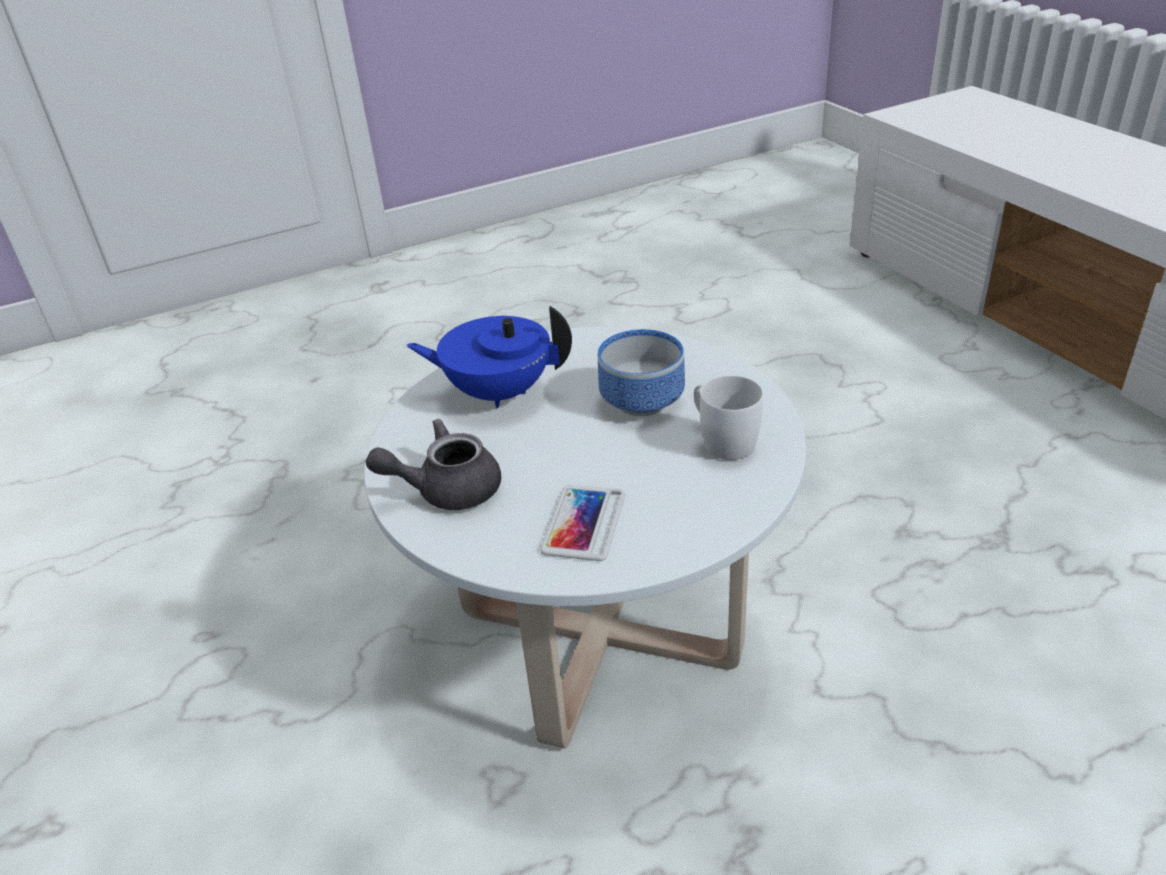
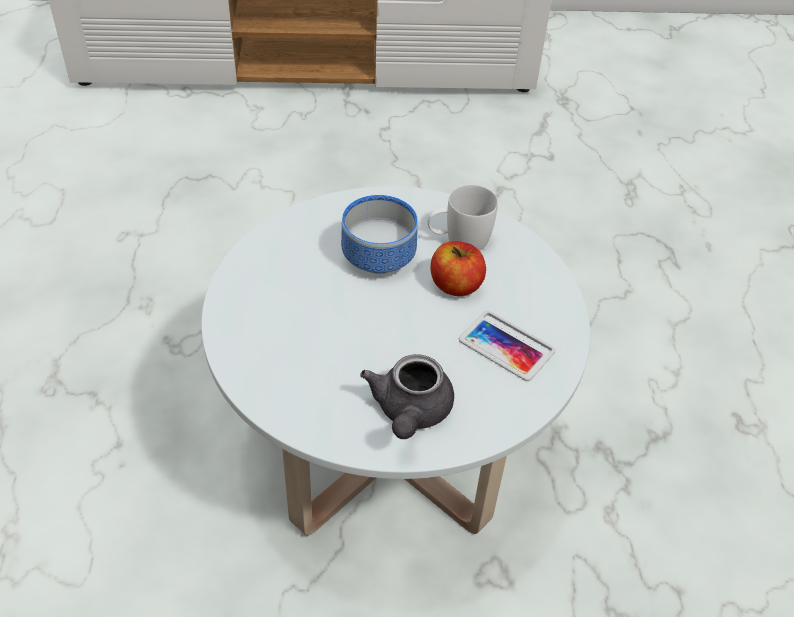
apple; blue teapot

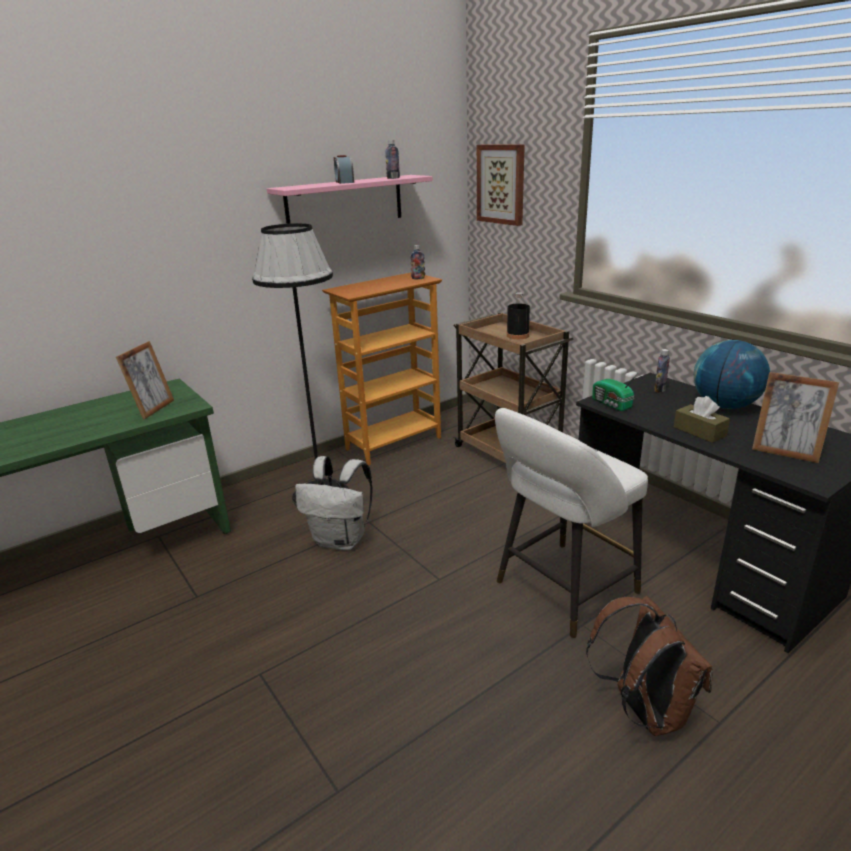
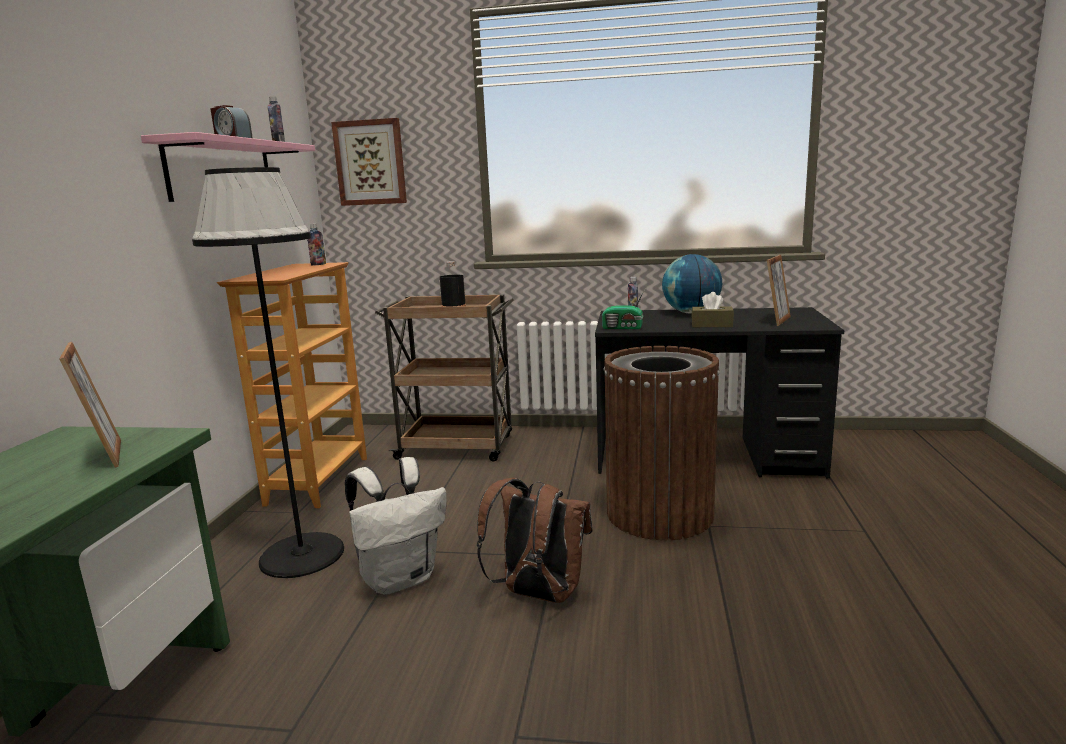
brown backpack; brown trash can; picture frame (no. 2 from left)

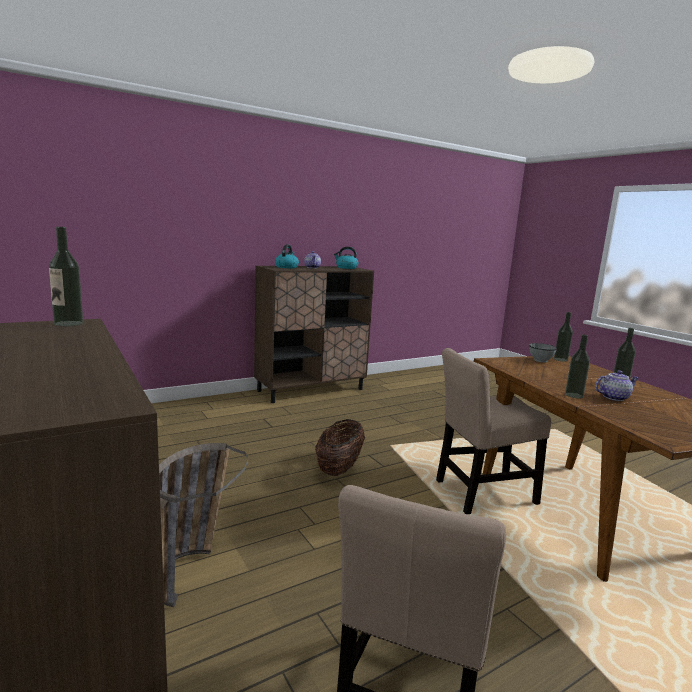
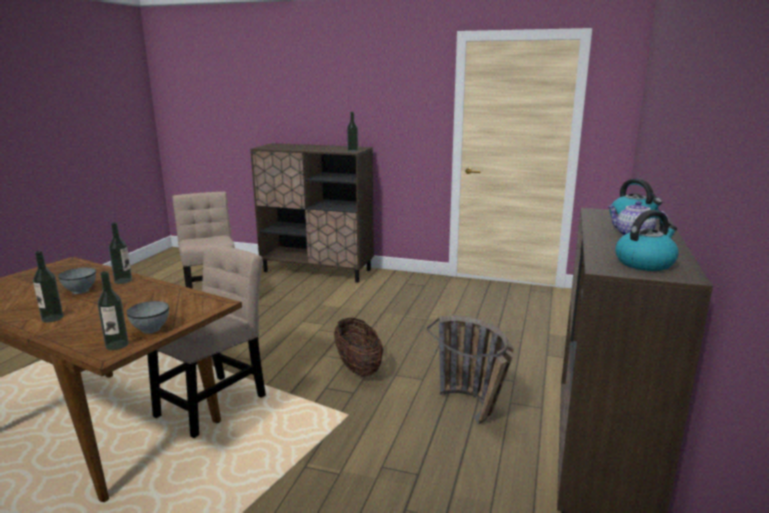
grey bowl (no. 1 from left); basket (no. 2 from left)

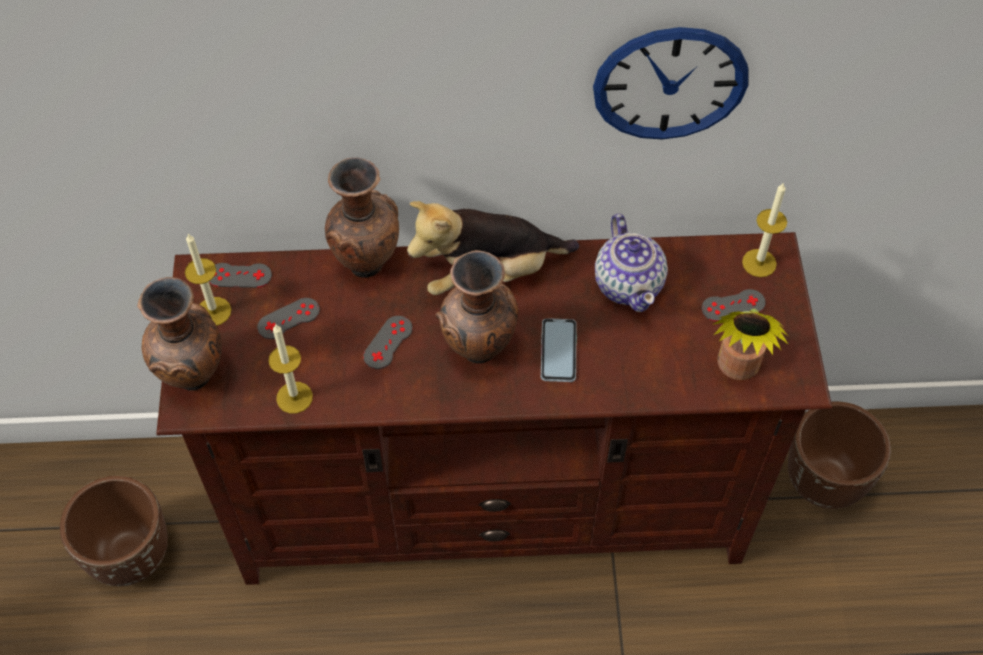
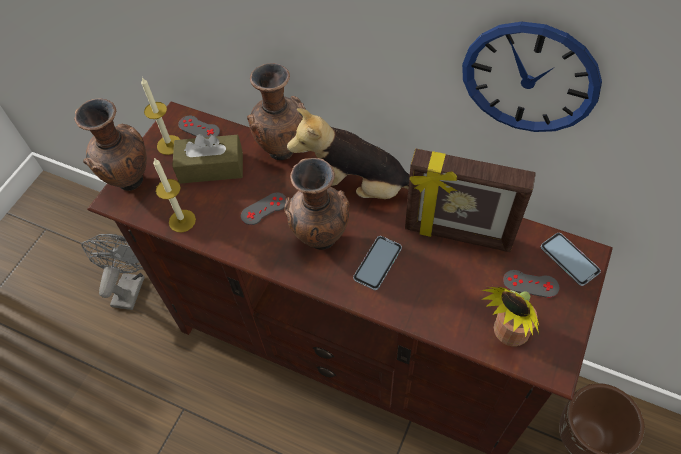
grey fan; brown tissue box; picture frame; phone (no. 2 from left)

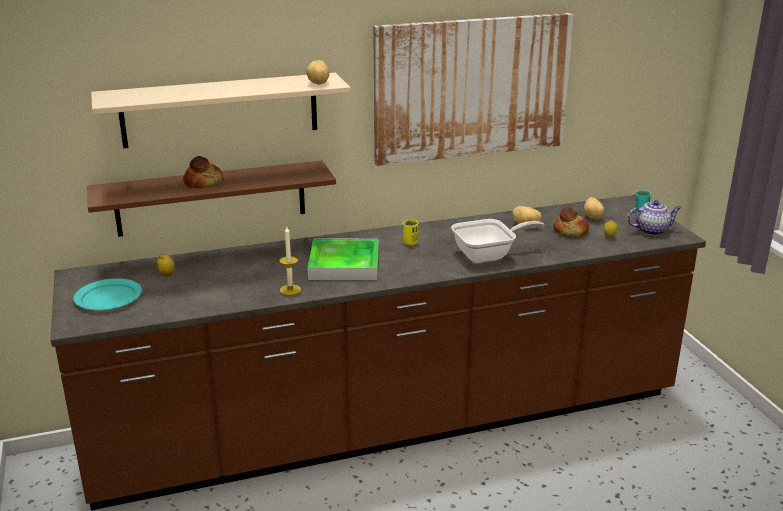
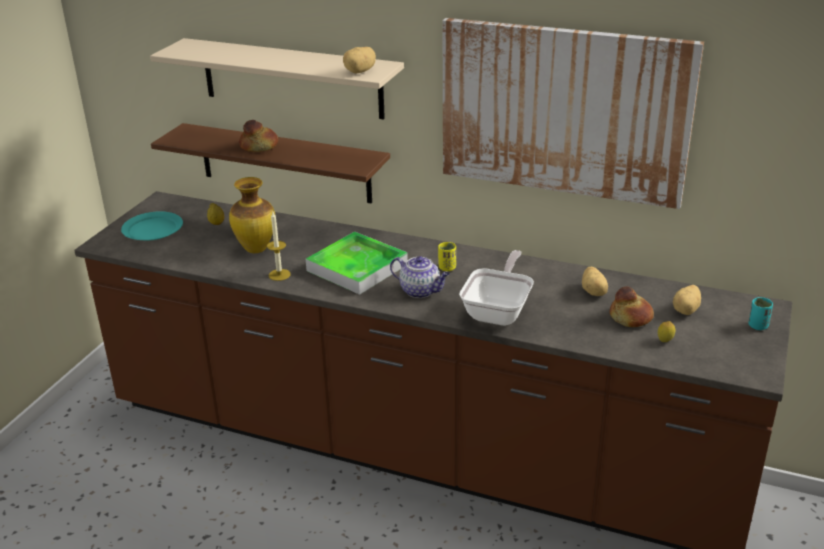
vase; teapot; frying pan

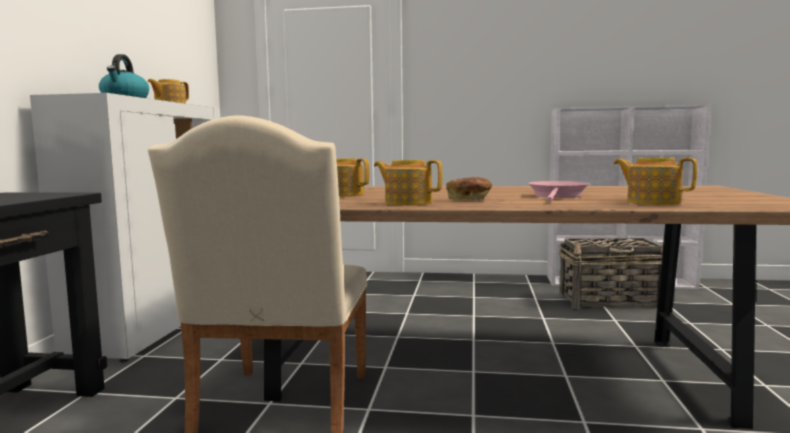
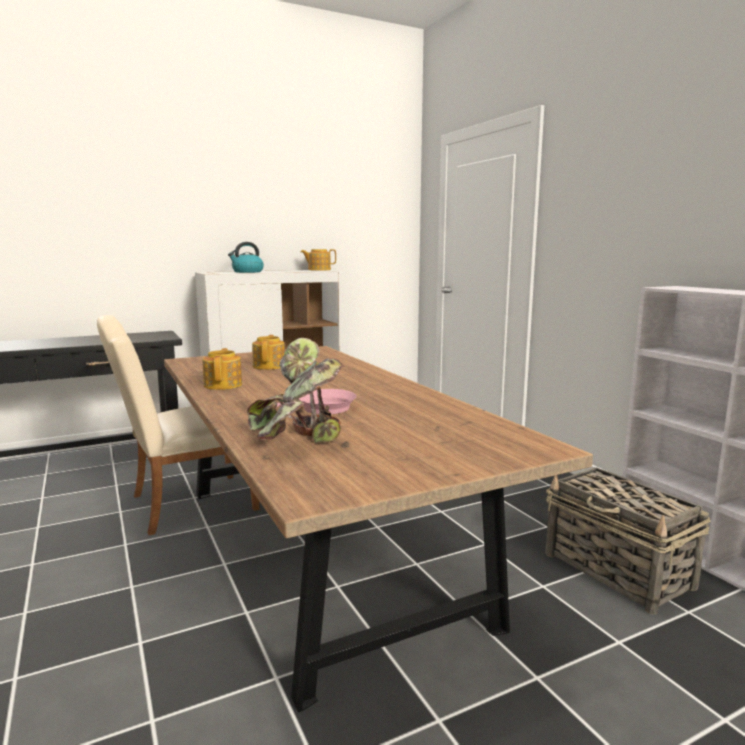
potted plant; bread

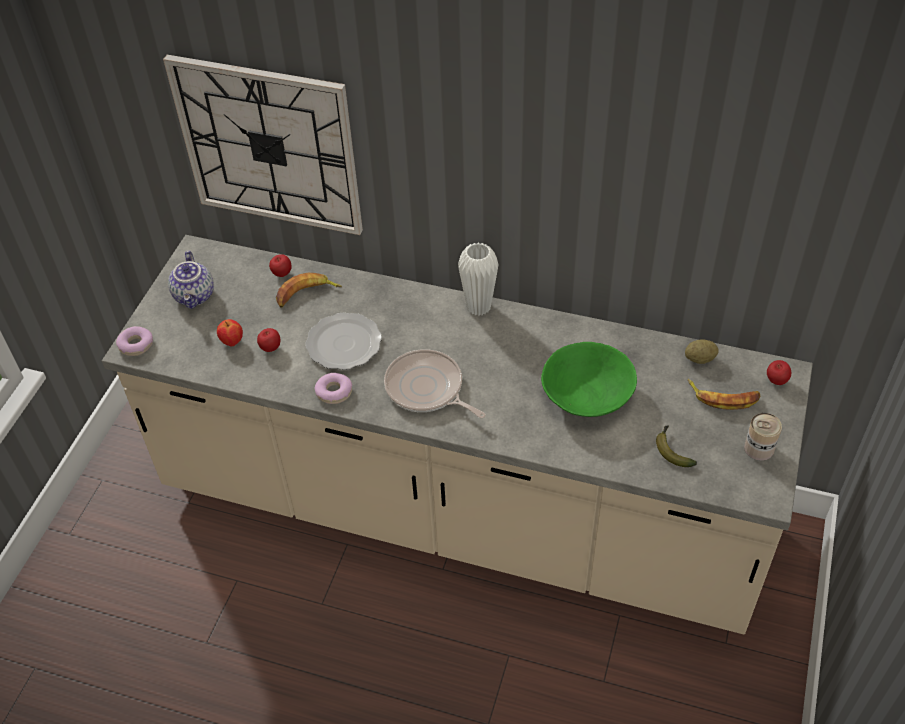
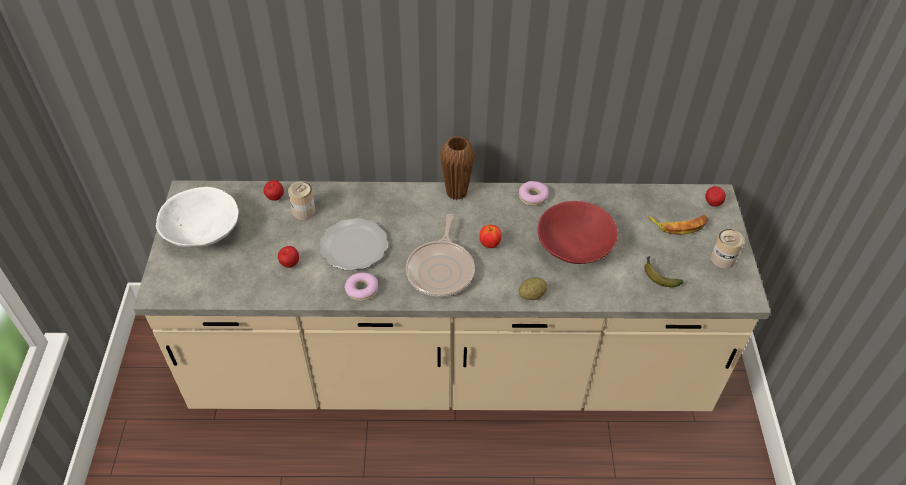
white bowl; can (no. 1 from left); frying pan; brown vase; apple (no. 3 from left); donut (no. 2 from left); potato; red bowl; wall clock

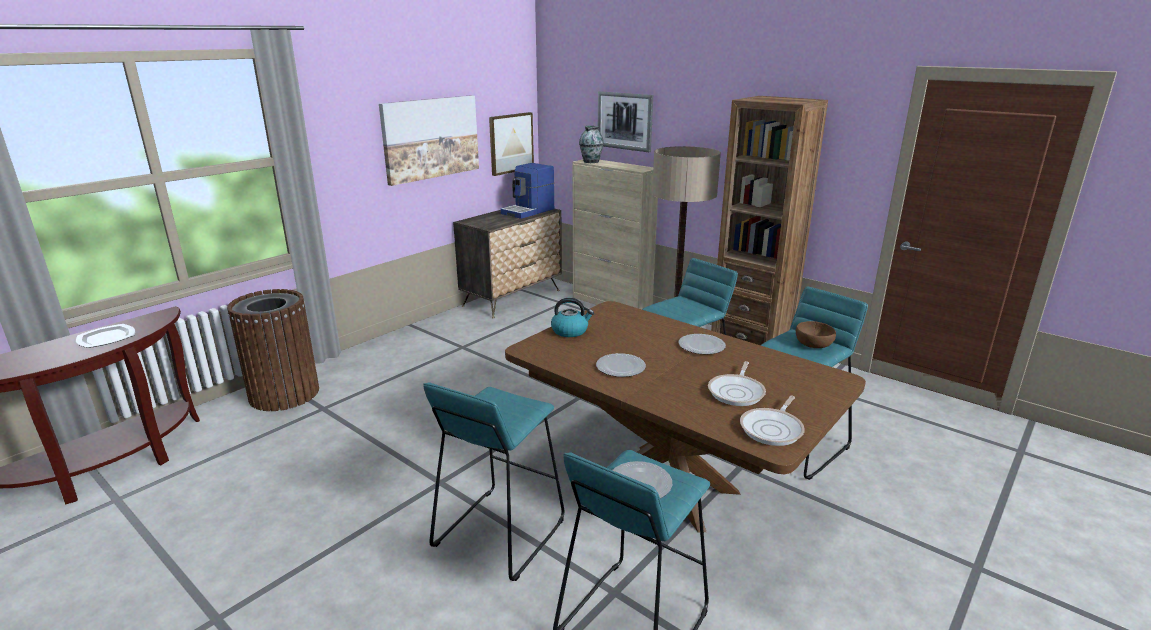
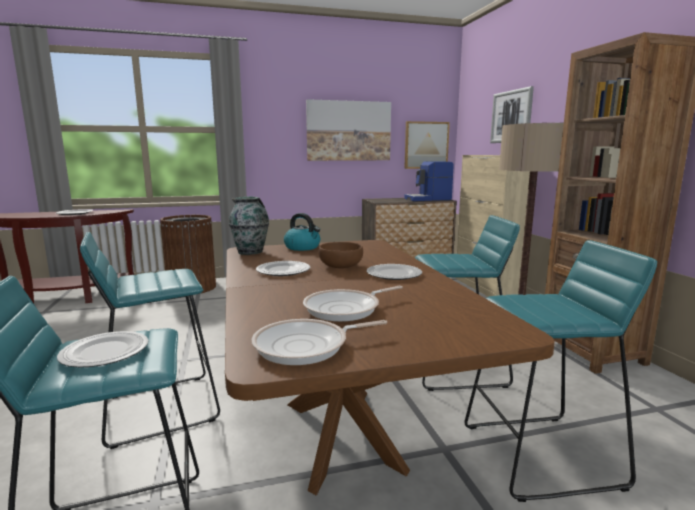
vase; brown bowl

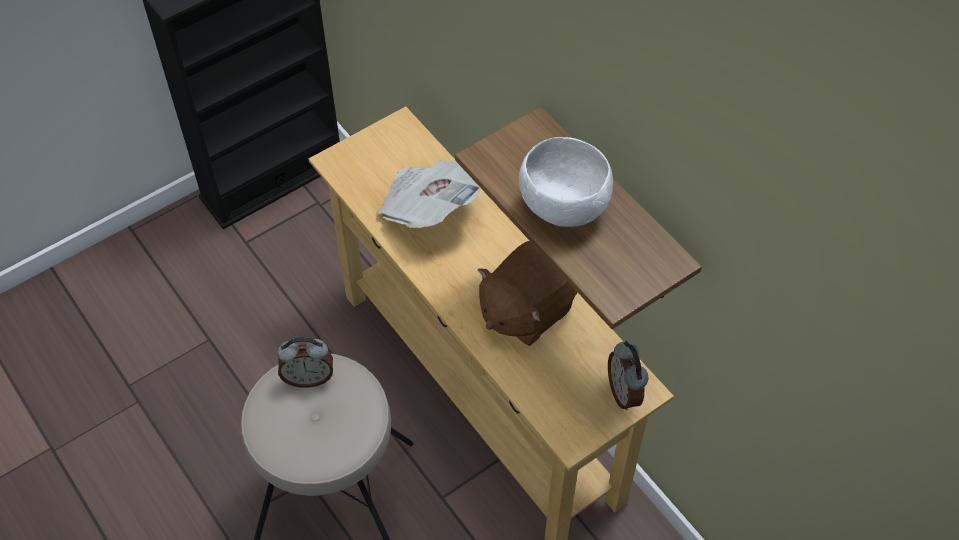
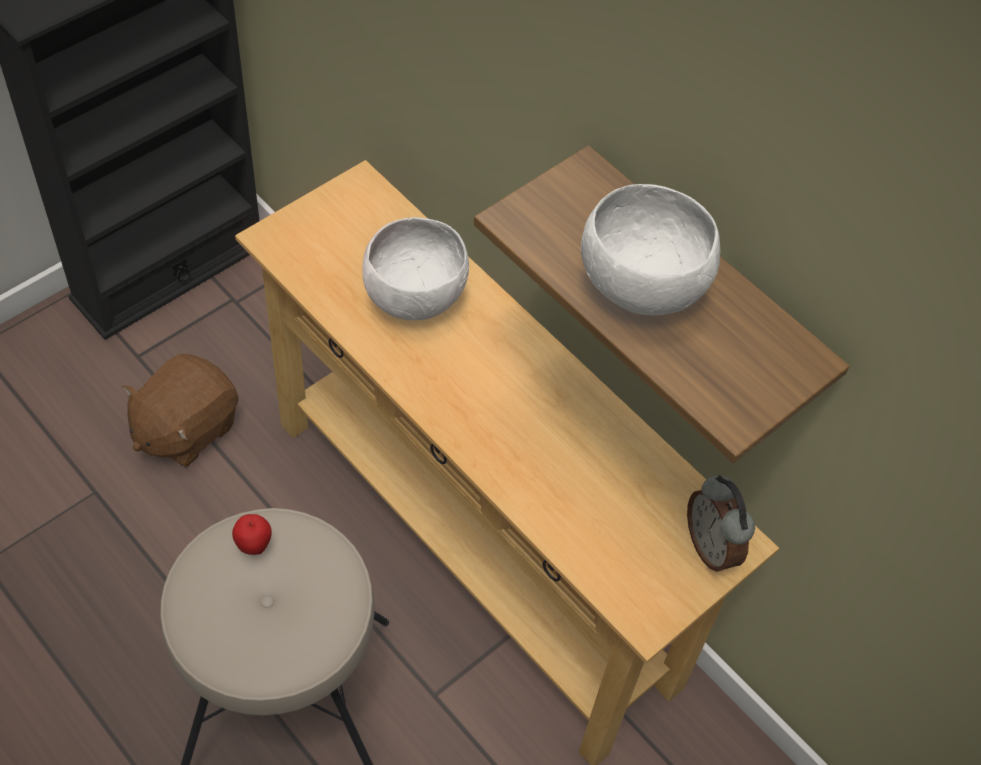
brown plush toy; apple; white bowl (no. 1 from left)

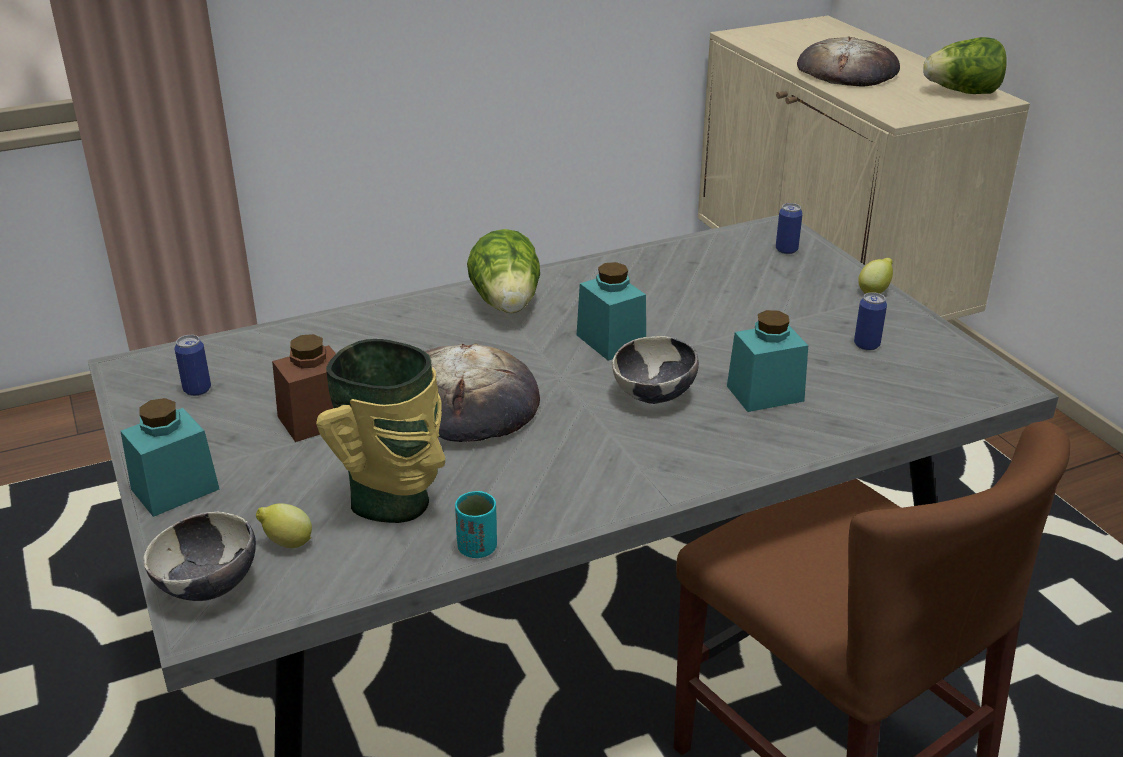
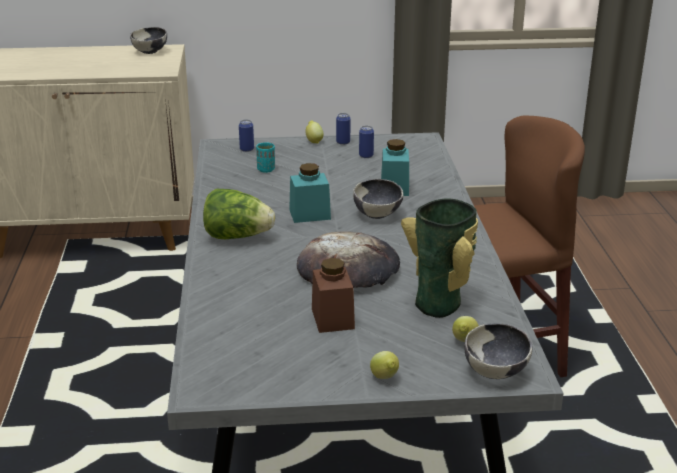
bowl (no. 1 from left); turquoise cup; can (no. 2 from left); lemon (no. 2 from left); bread (no. 2 from left in the first image)

